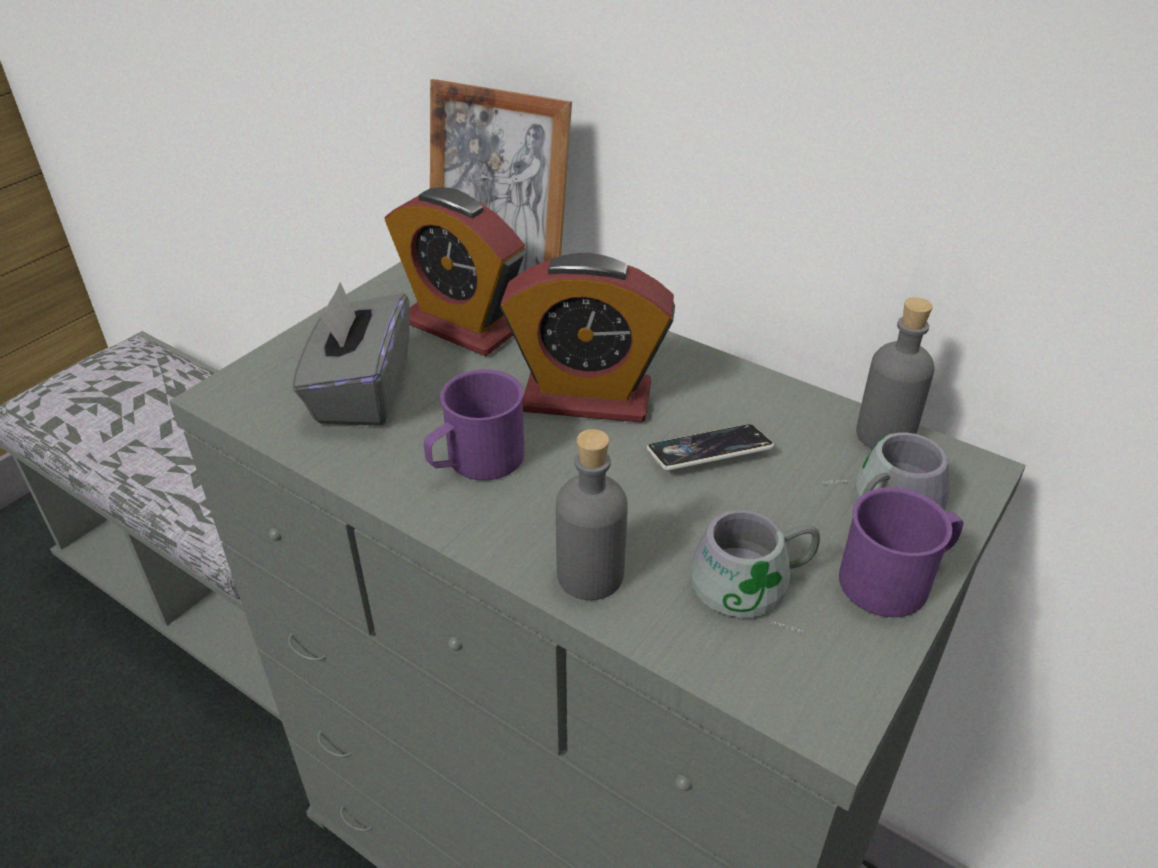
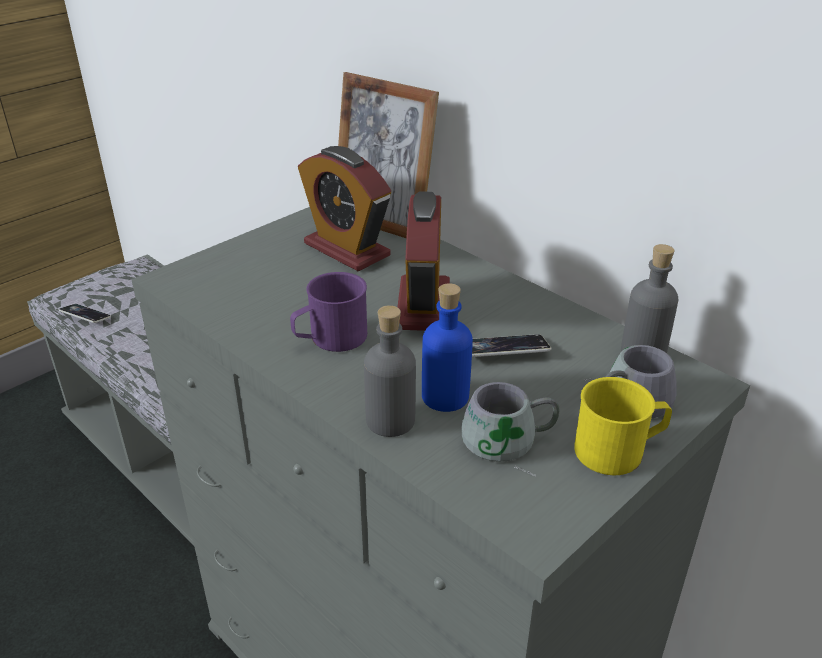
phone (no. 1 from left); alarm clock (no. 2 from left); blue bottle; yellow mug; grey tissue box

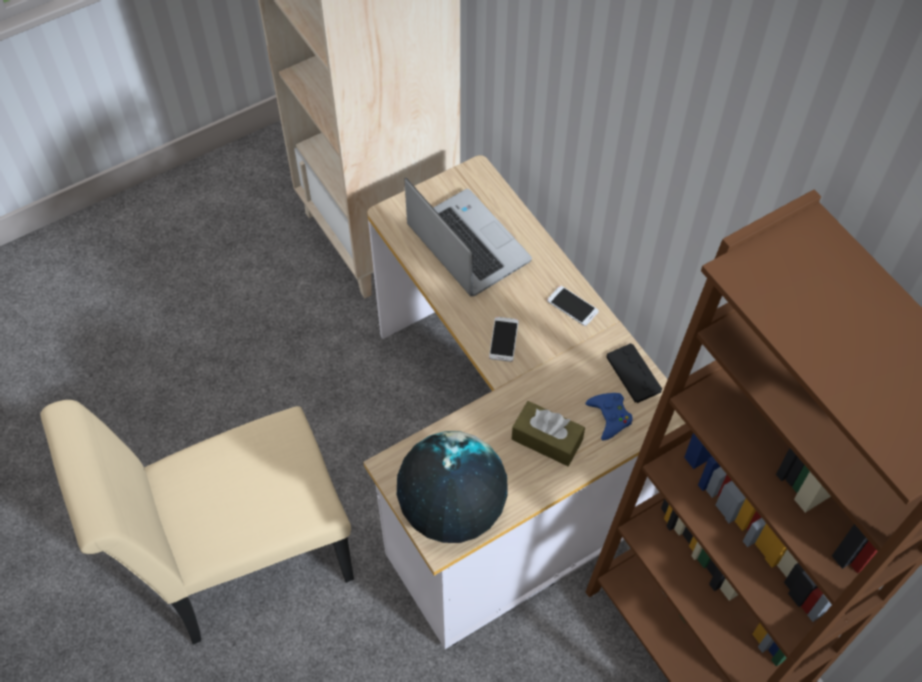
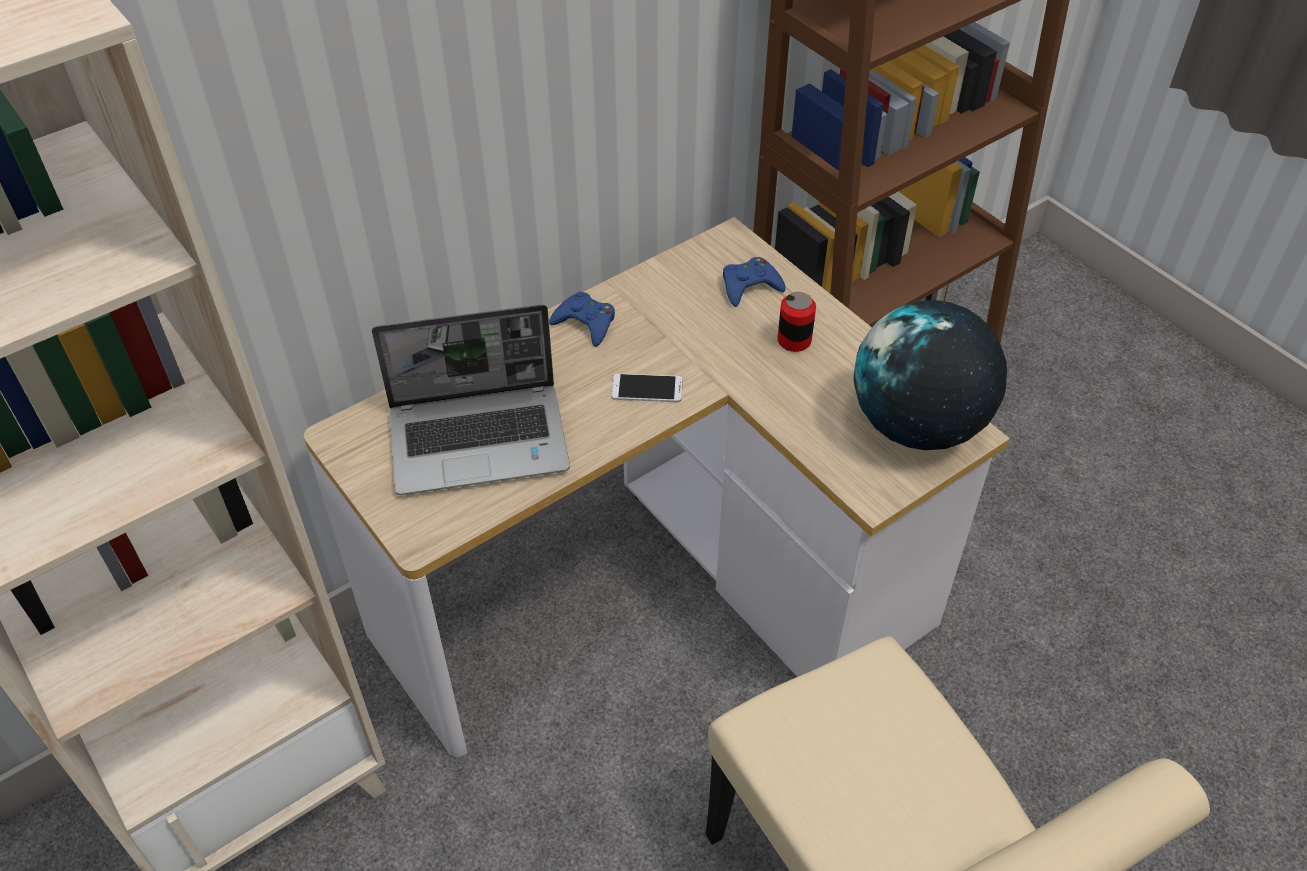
laptop; blue game controller (no. 1 from left); can; black game controller

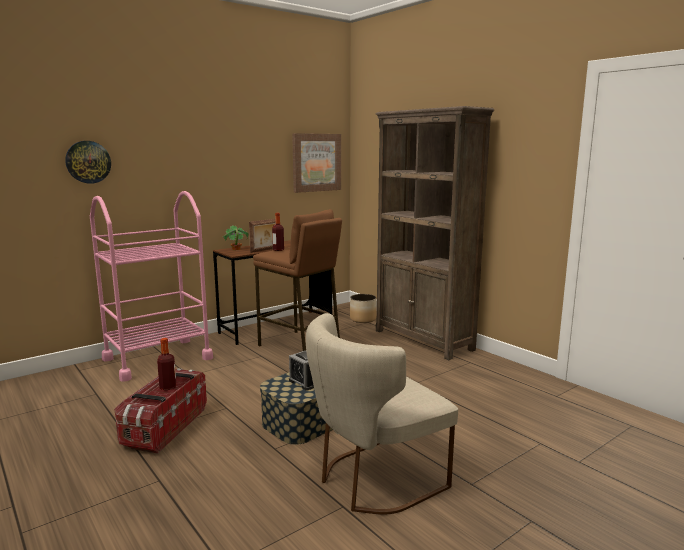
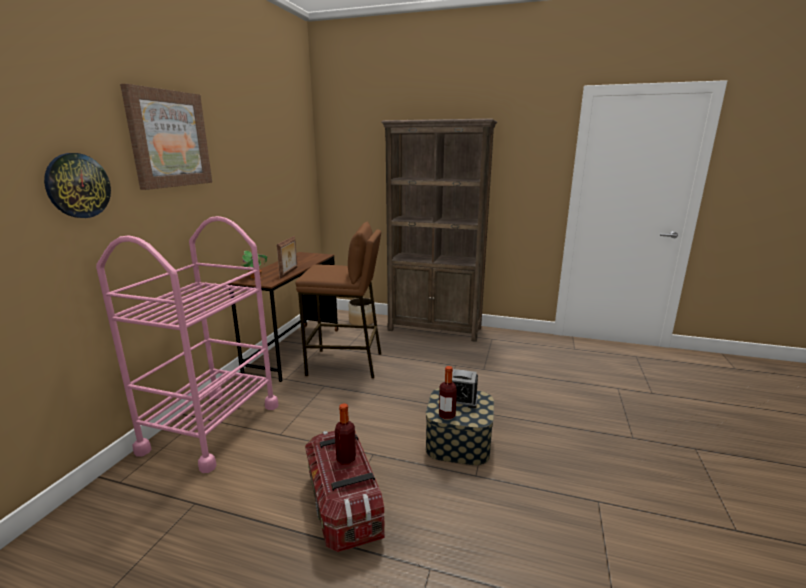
picture; bottle (no. 2 from left); beige chair

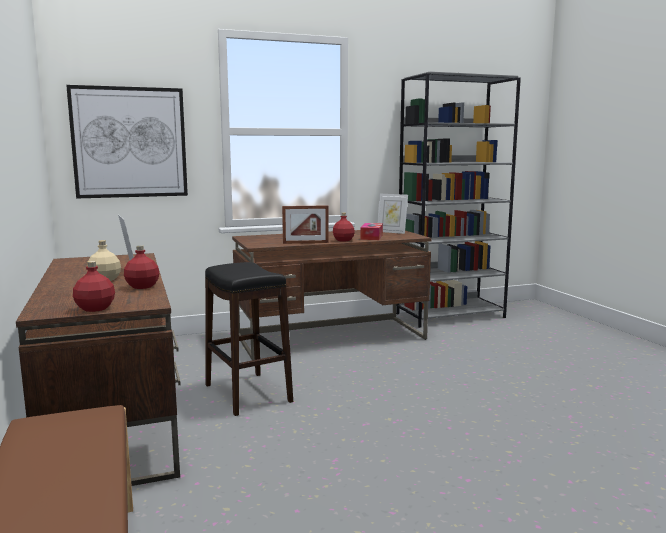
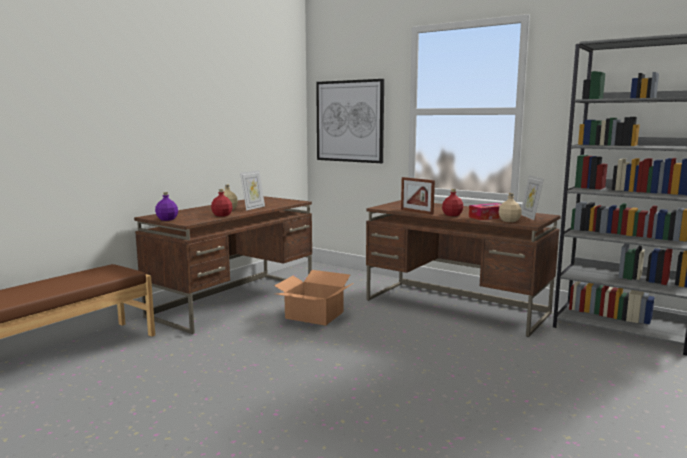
purple bottle; cardboard box; beige bottle (no. 2 from left)

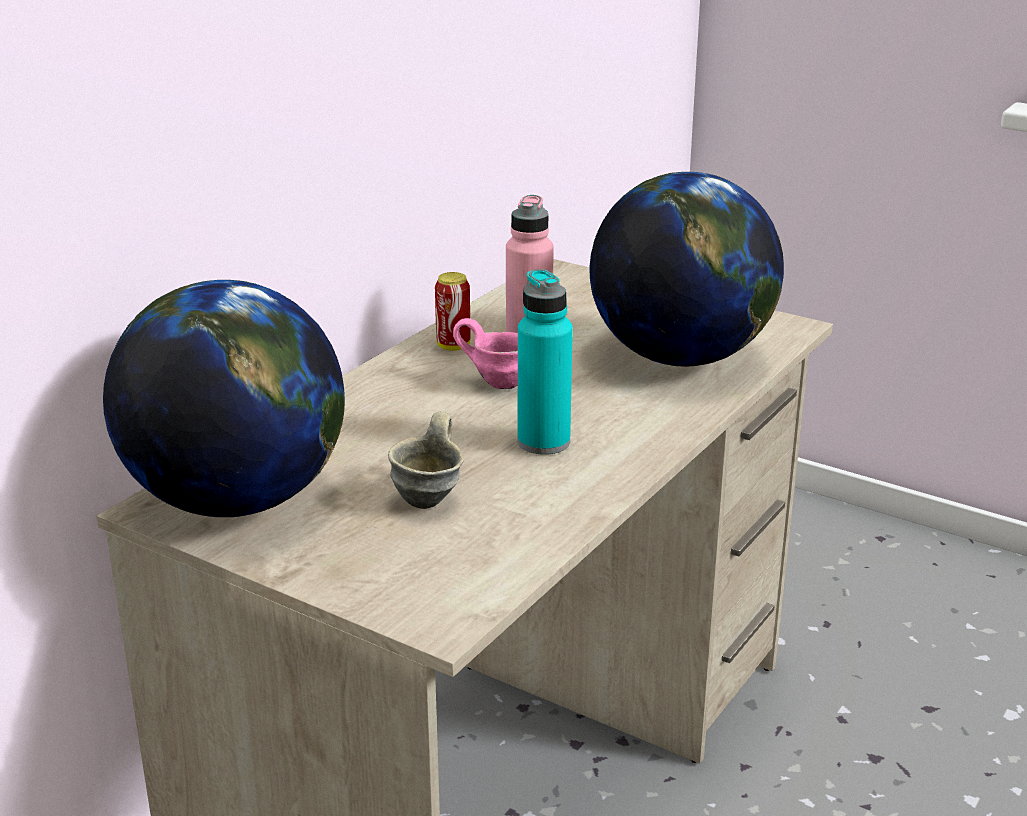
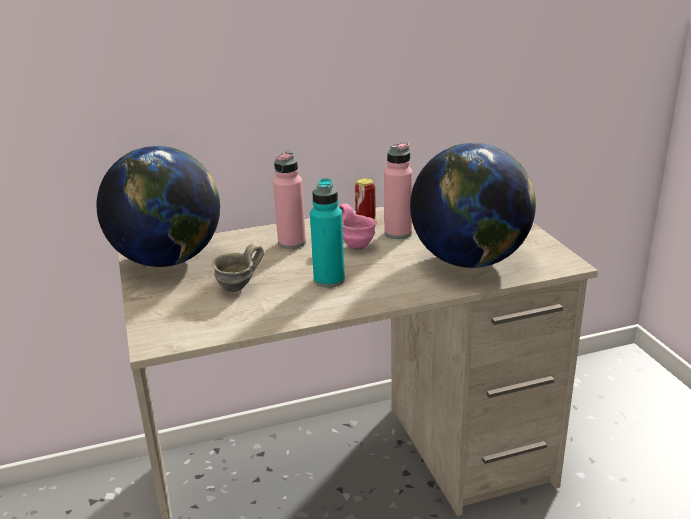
pink bottle (no. 1 from left)

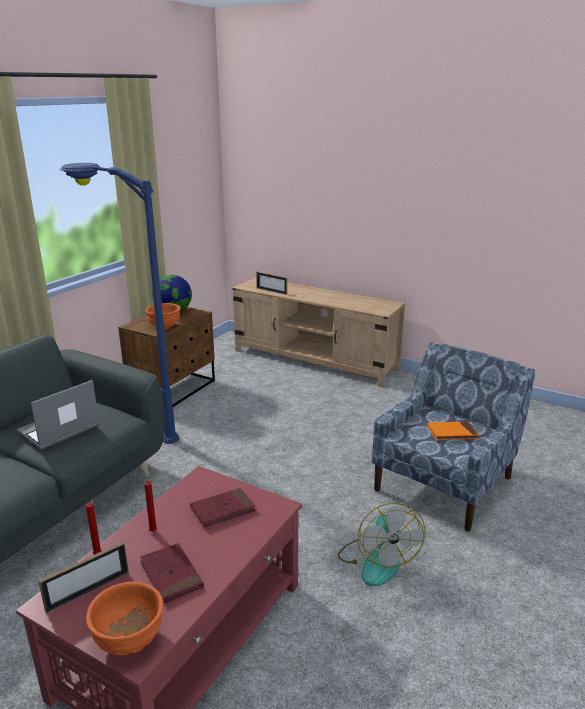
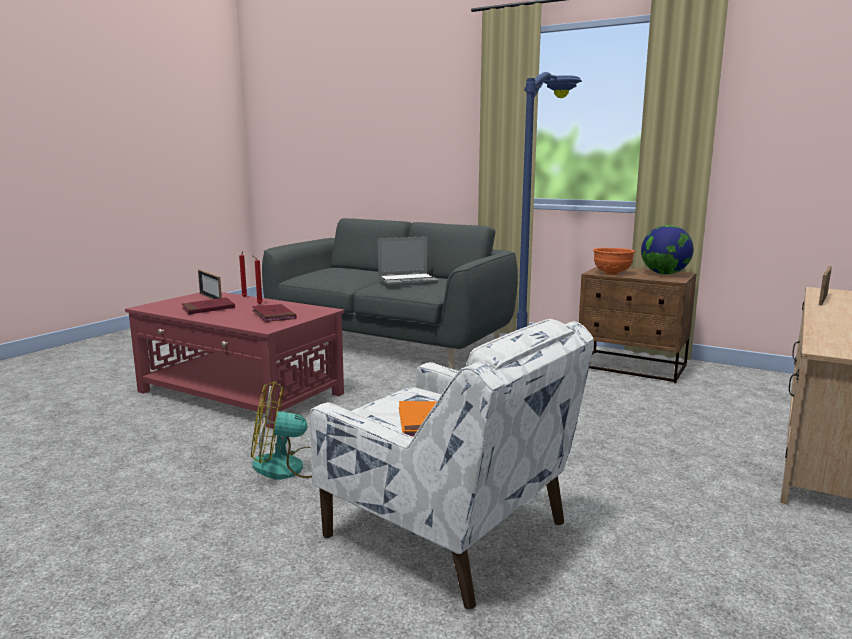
white armchair; laptop; orange bowl (no. 1 from left in the first image)

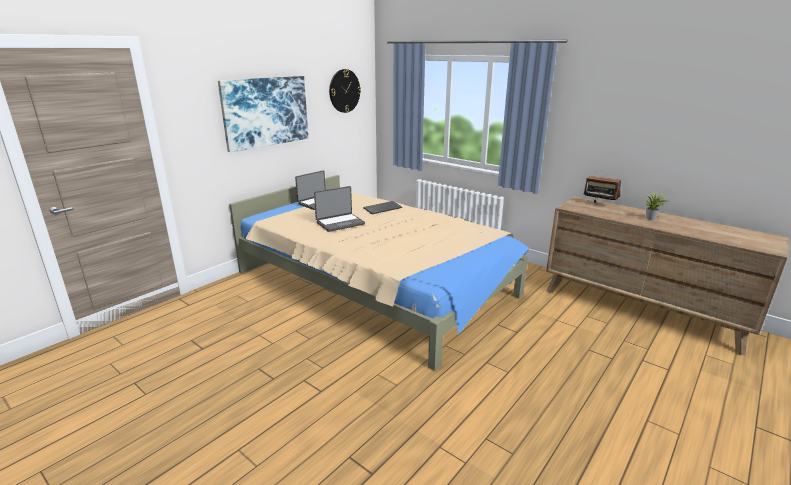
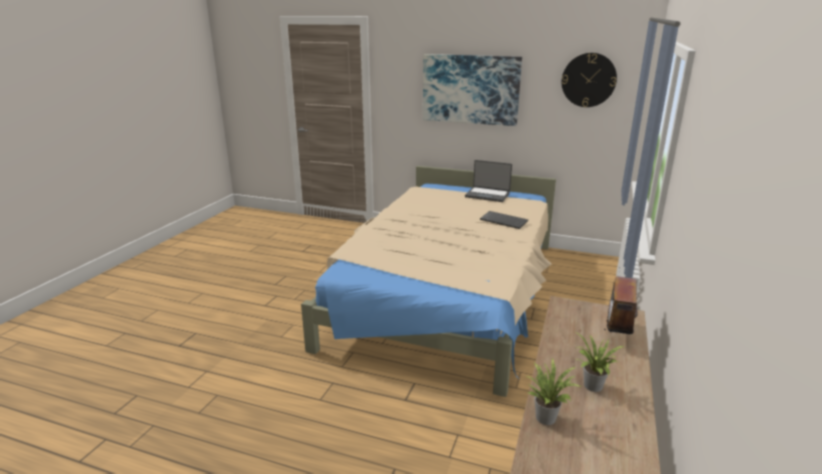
potted plant (no. 1 from left); laptop (no. 2 from left in the first image)

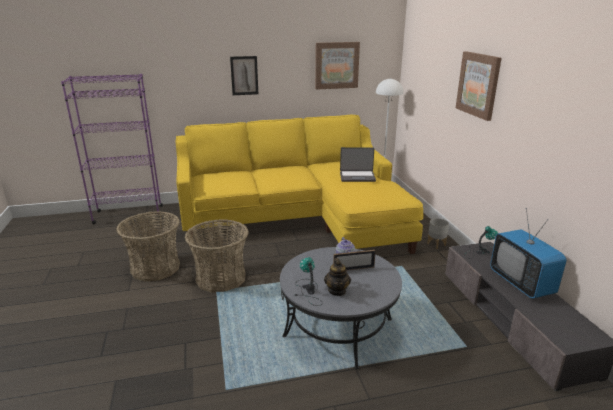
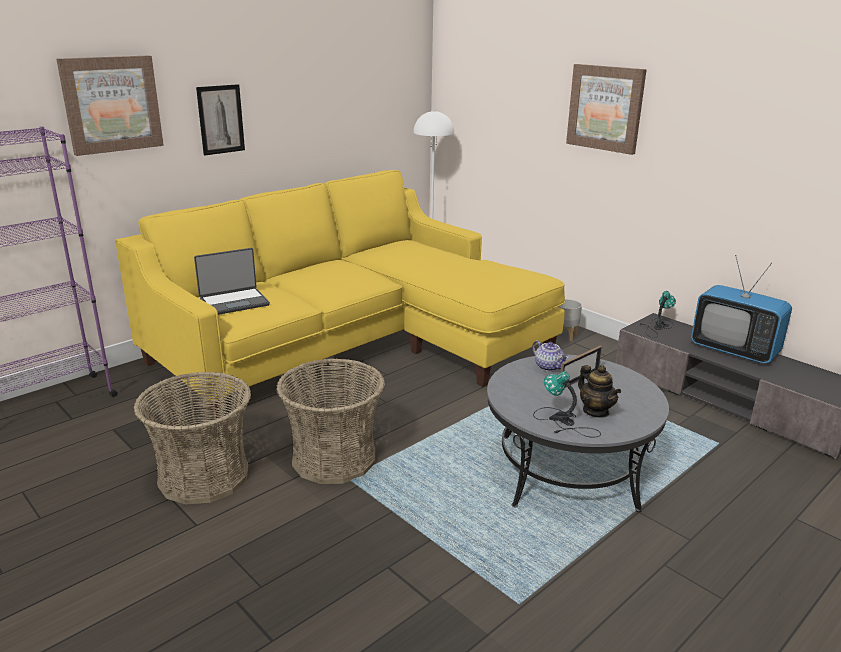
picture (no. 1 from left); laptop

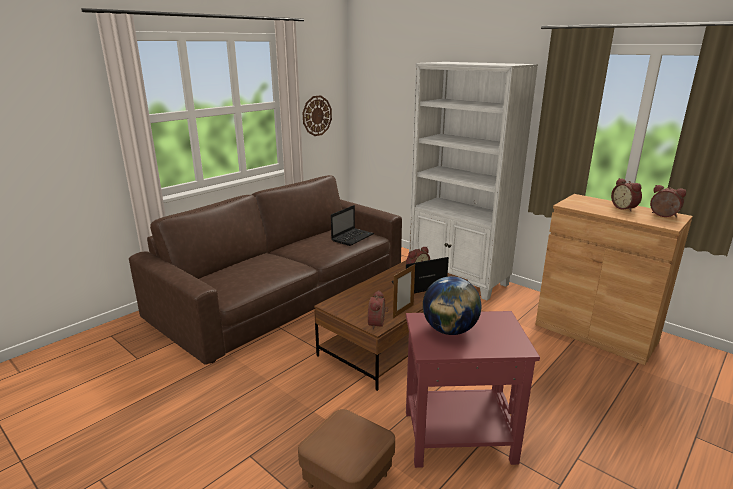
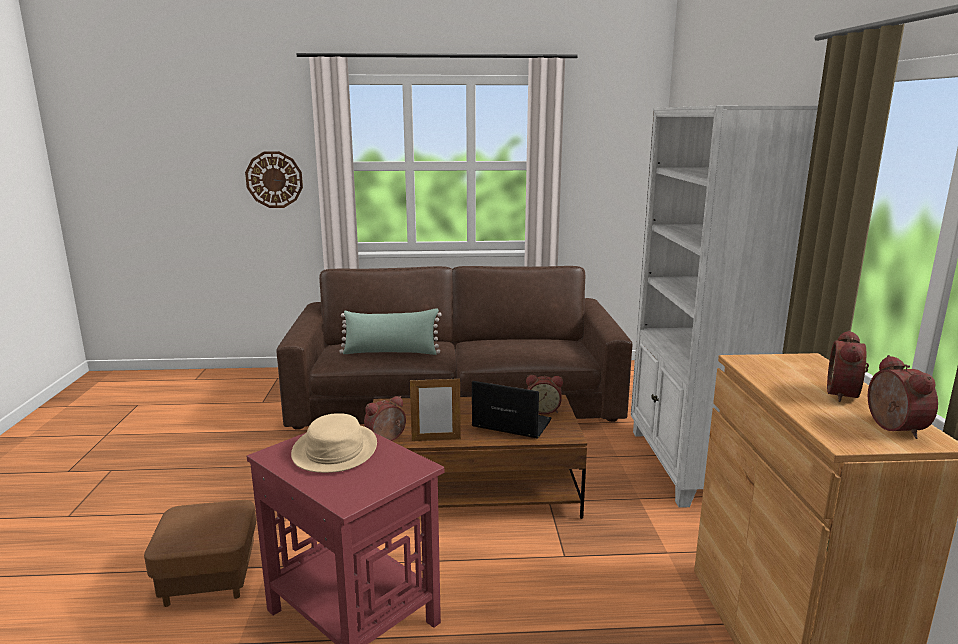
wall clock; beige hat; green pillow; laptop (no. 1 from left in the first image)

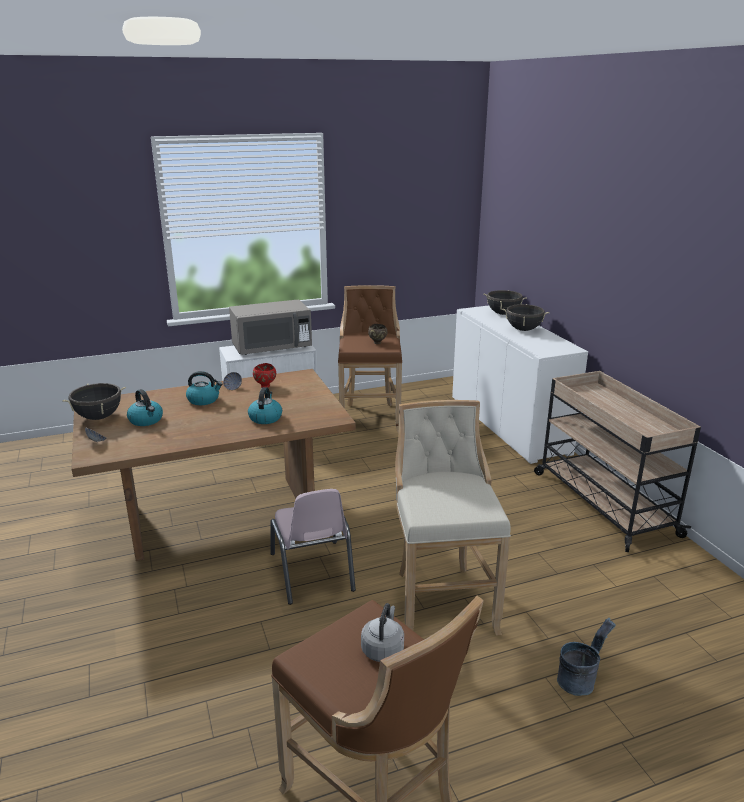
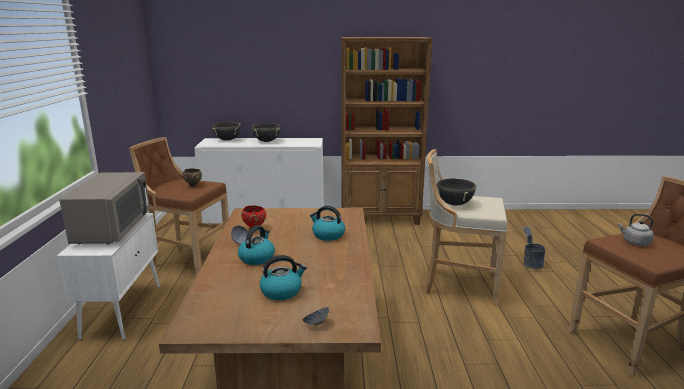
brown bookcase; black cooking pot (no. 3 from left); pink chair

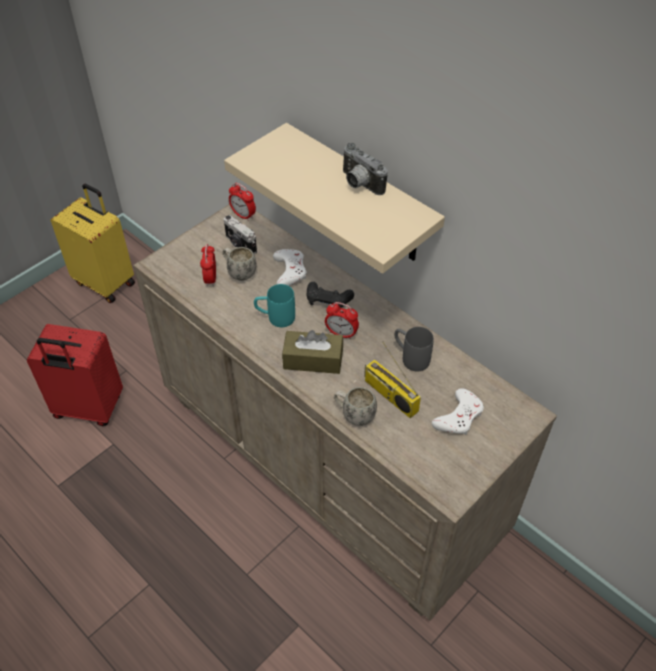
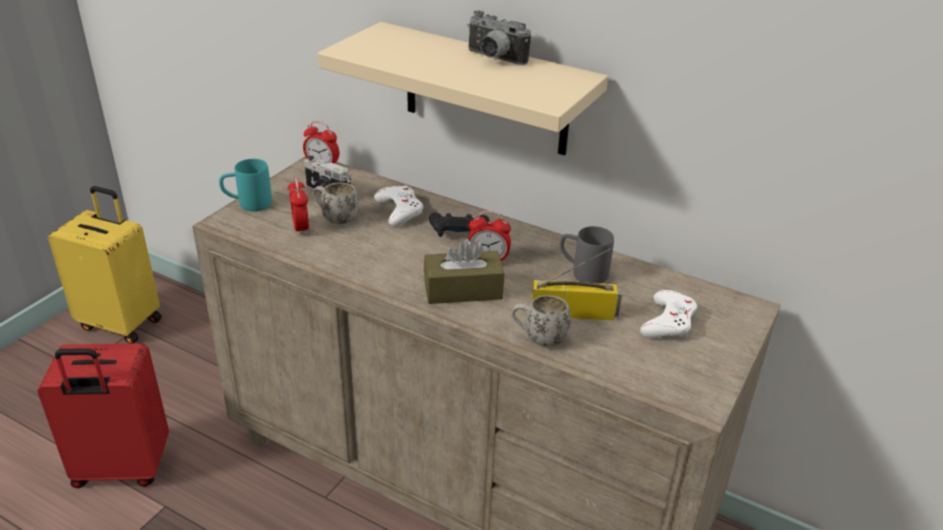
turquoise mug; radio

